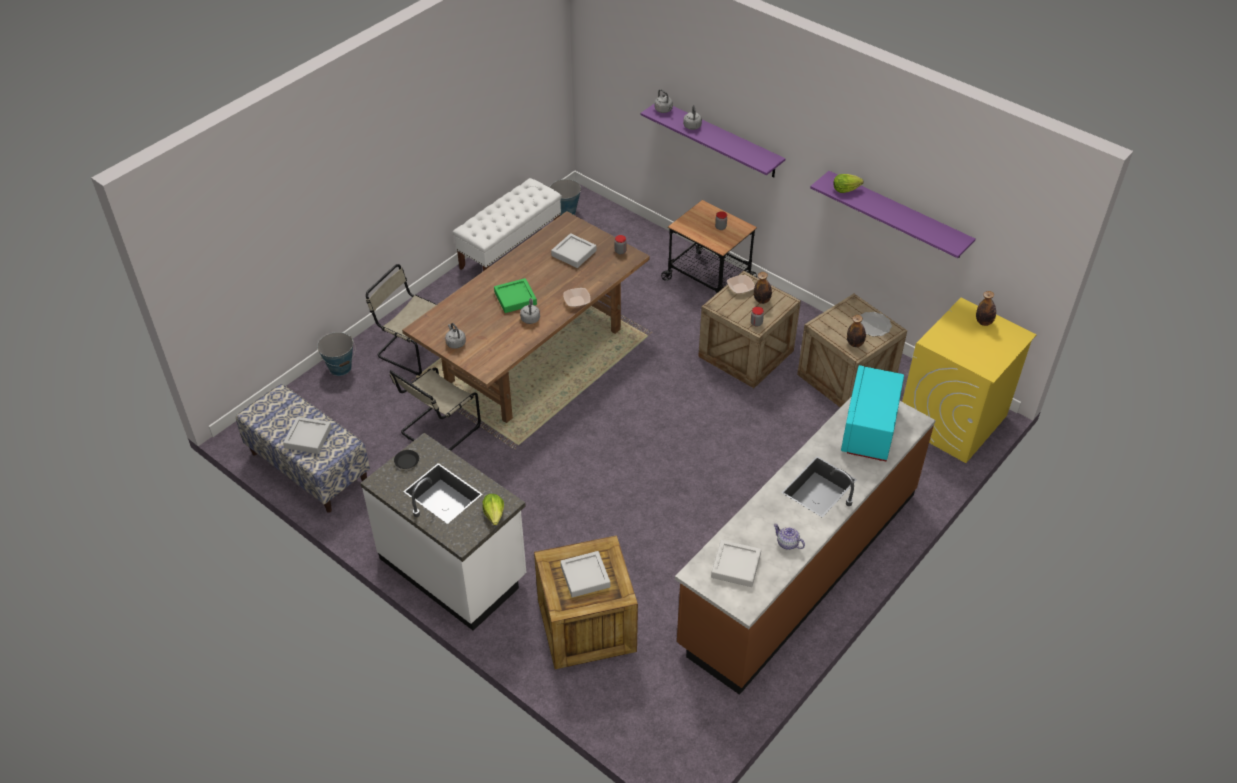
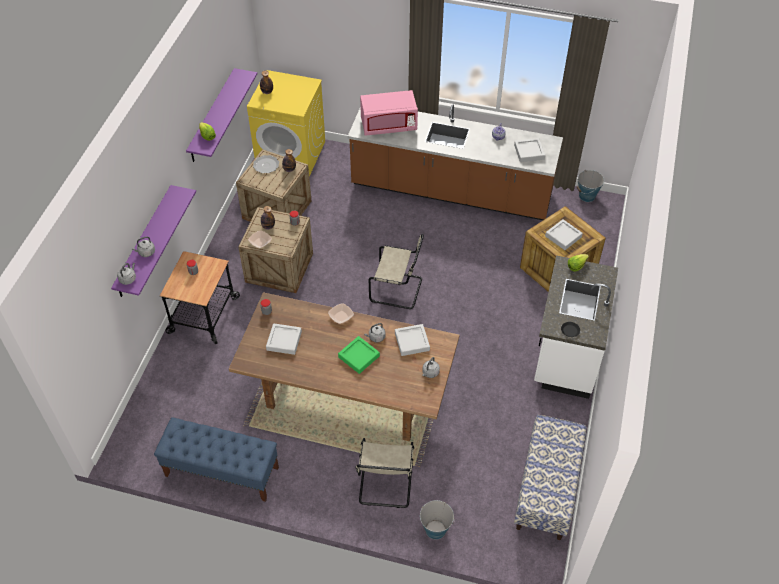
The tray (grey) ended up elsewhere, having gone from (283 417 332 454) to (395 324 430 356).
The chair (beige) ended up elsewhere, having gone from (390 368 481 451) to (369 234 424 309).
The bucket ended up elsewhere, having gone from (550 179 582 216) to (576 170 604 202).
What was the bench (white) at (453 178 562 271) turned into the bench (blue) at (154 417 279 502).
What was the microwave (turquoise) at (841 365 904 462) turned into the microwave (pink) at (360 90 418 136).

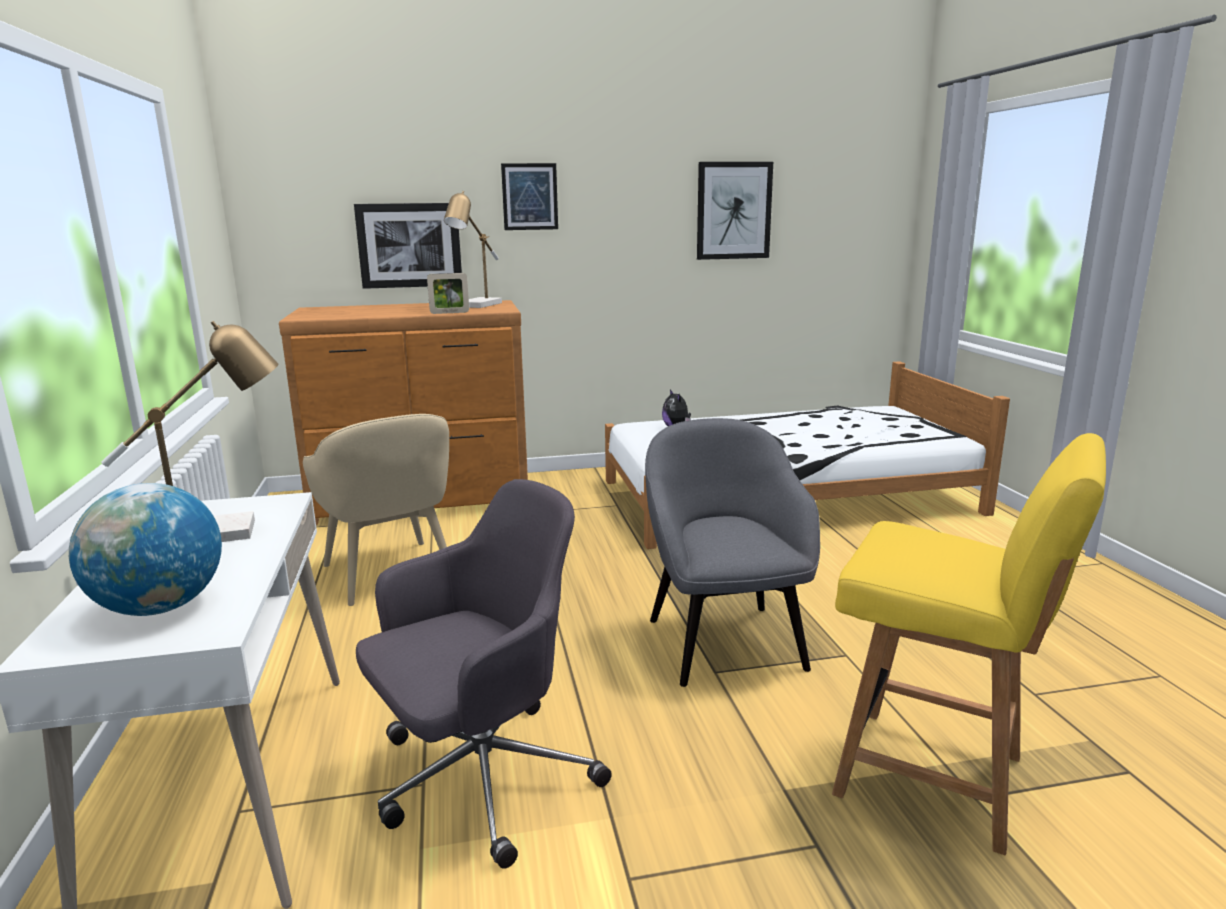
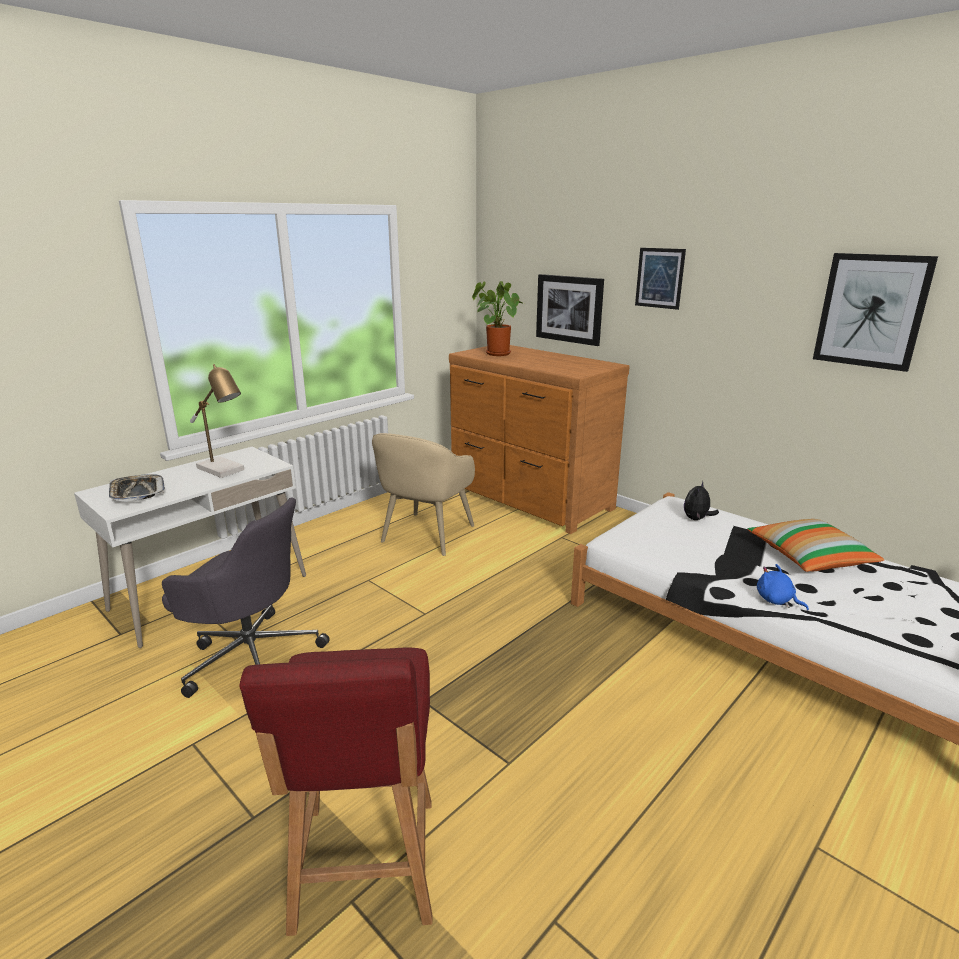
The second view lost the picture frame at (427 273 469 314).
The second view lost the table lamp at (444 191 502 308).
The second view lost the armchair (grey) at (645 418 820 687).
The second view gained the potted plant at (472 281 524 356).
The second view gained the pillow at (748 519 884 572).
The second view gained the plush toy (blue) at (757 564 809 611).
Where the globe stood at (69 483 222 616), the tray came to stand at (109 474 165 502).
What was the chair (yellow) at (832 433 1106 855) turned into the chair (red) at (239 648 433 936).

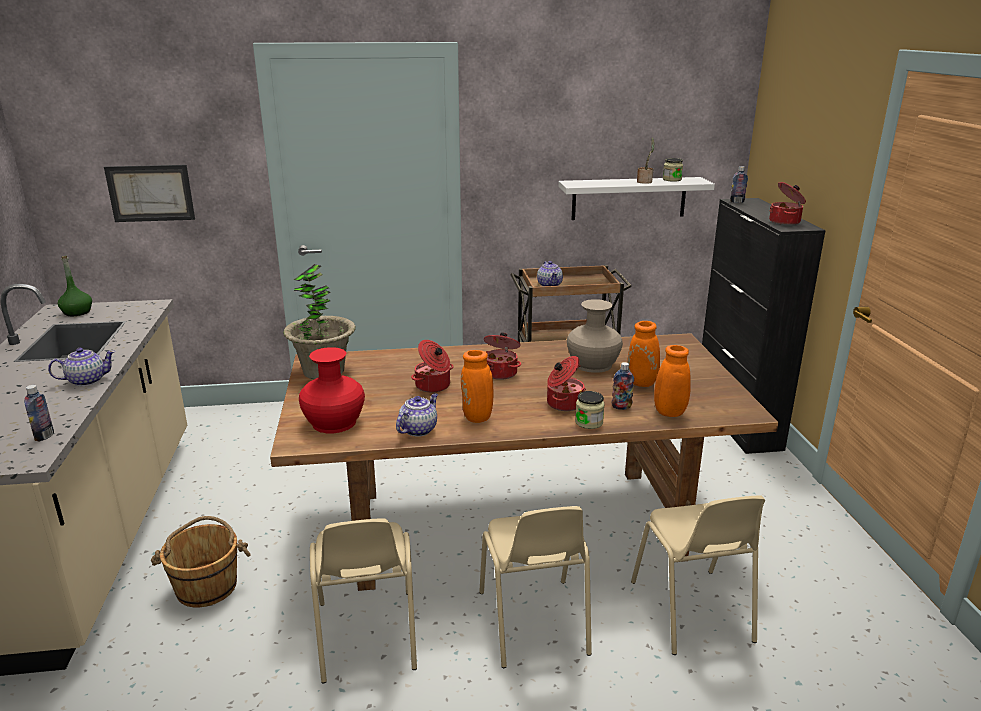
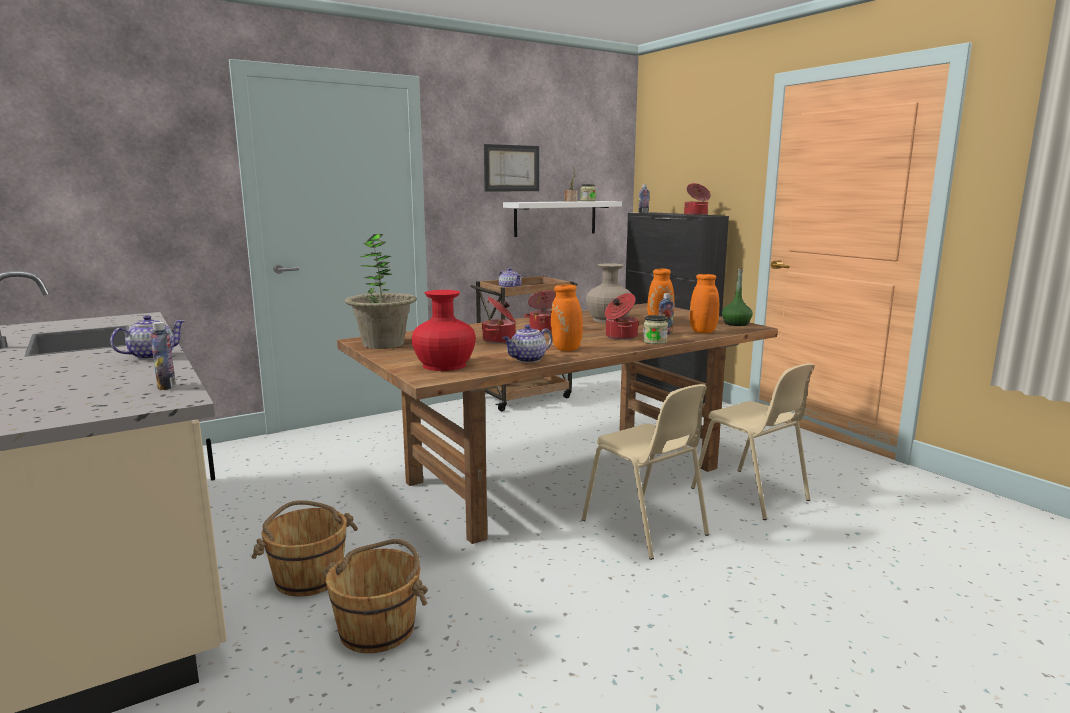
The second view lost the chair (beige) at (310 518 417 683).
The second view gained the bucket (brown) at (322 539 428 653).
The bottle (green) ended up elsewhere, having gone from (58 256 92 316) to (722 268 753 326).
The picture ended up elsewhere, having gone from (104 165 195 222) to (484 144 539 191).
The teapot at (396 393 438 437) ended up facing another way, 135 degrees counterclockwise from before.

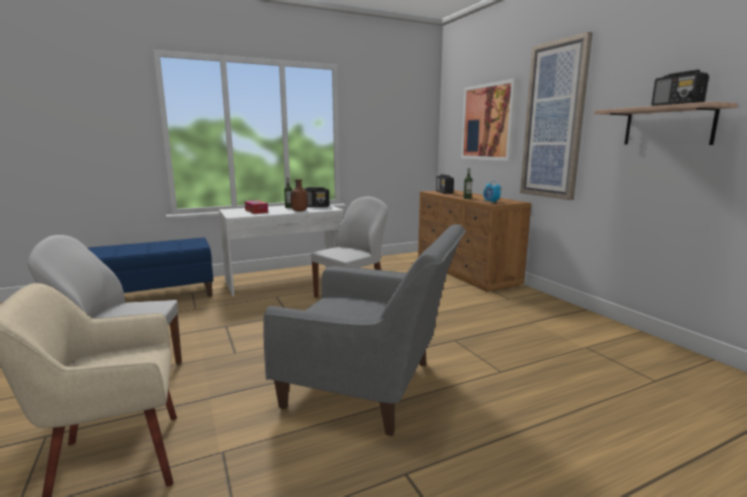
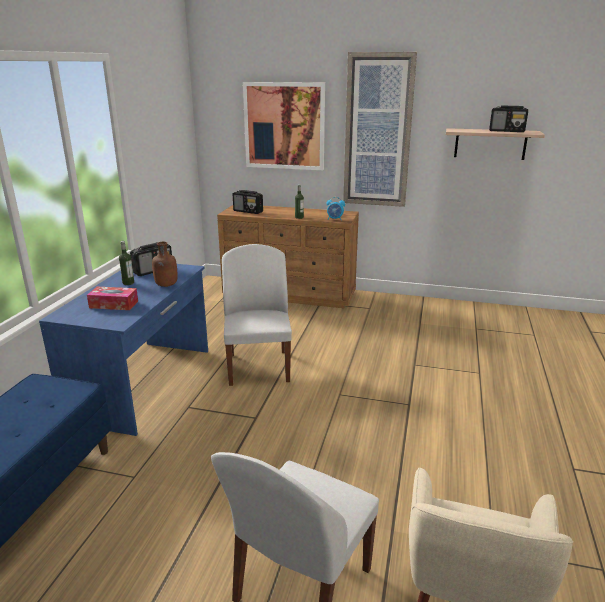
The second view lost the armchair (grey) at (263 224 466 436).
What was the desk (white) at (219 205 344 297) turned into the desk (blue) at (39 264 208 436).

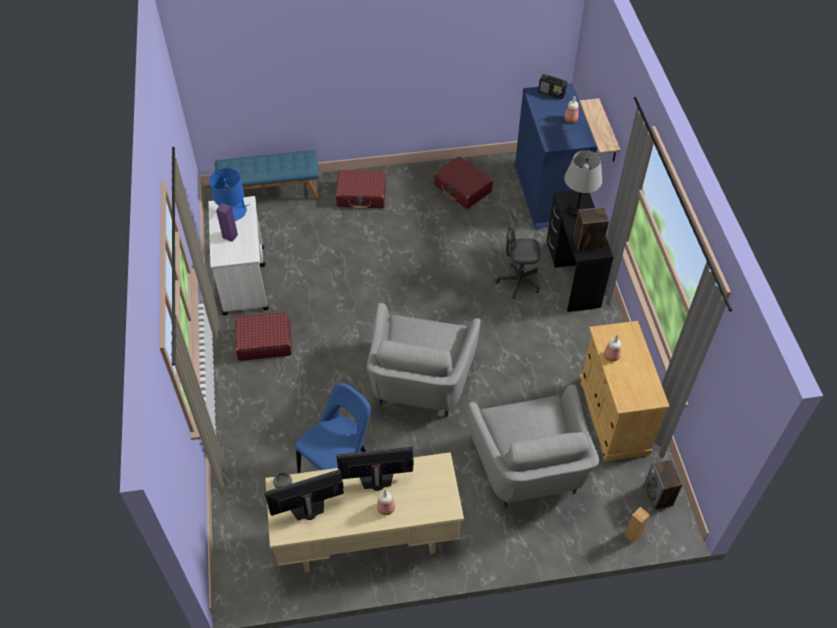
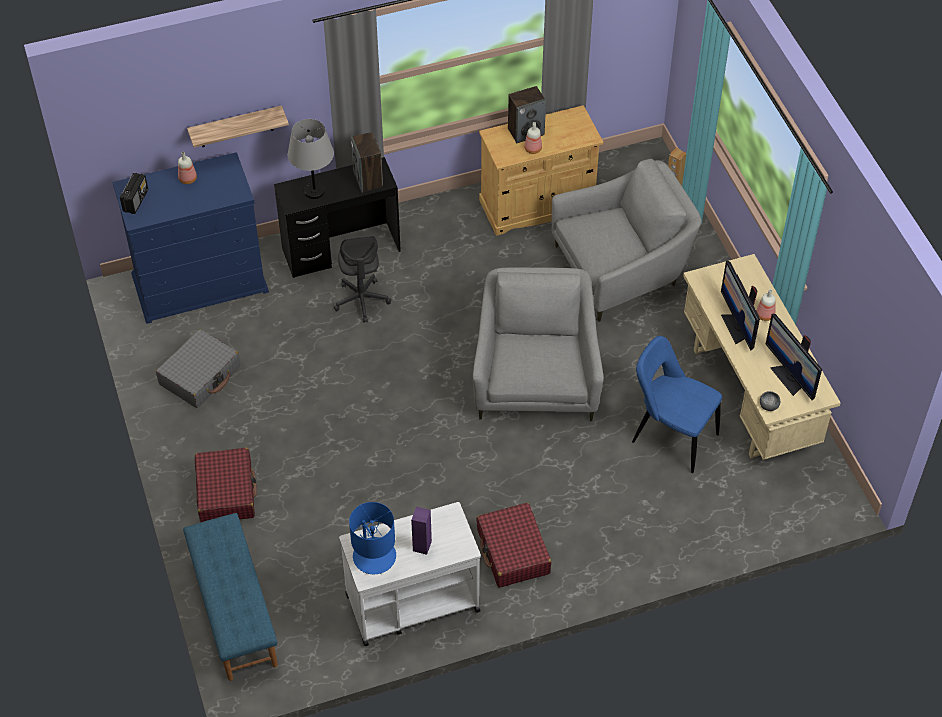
The speaker ended up elsewhere, having gone from (644 460 683 510) to (508 86 546 143).
What was the suitcase (red) at (434 156 493 209) turned into the suitcase (grey) at (156 329 241 408).
The armchair (grey) at (367 303 481 417) ended up facing another way, 90 degrees counterclockwise from before.

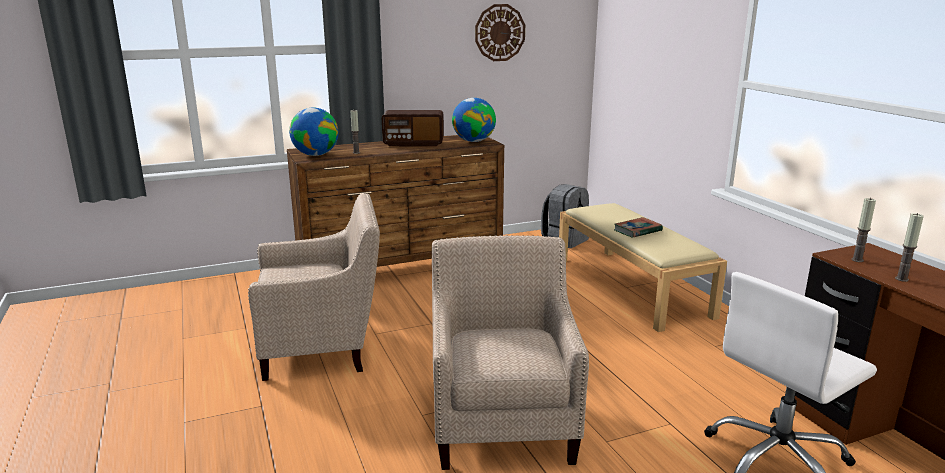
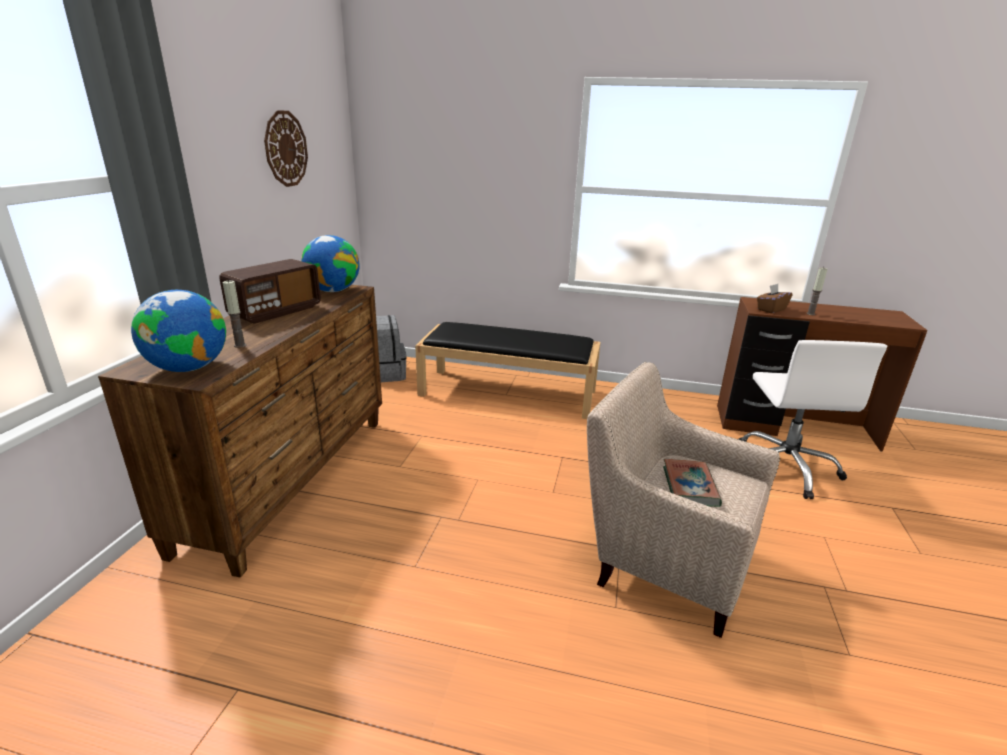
The second view lost the armchair (beige) at (248 193 380 381).
The book ended up elsewhere, having gone from (614 217 663 238) to (663 459 722 507).
Where the candle stood at (851 198 876 262), the tissue box (brown) came to stand at (757 284 793 313).
What was the bench (beige) at (559 203 727 332) turned into the bench (black) at (415 322 601 419).

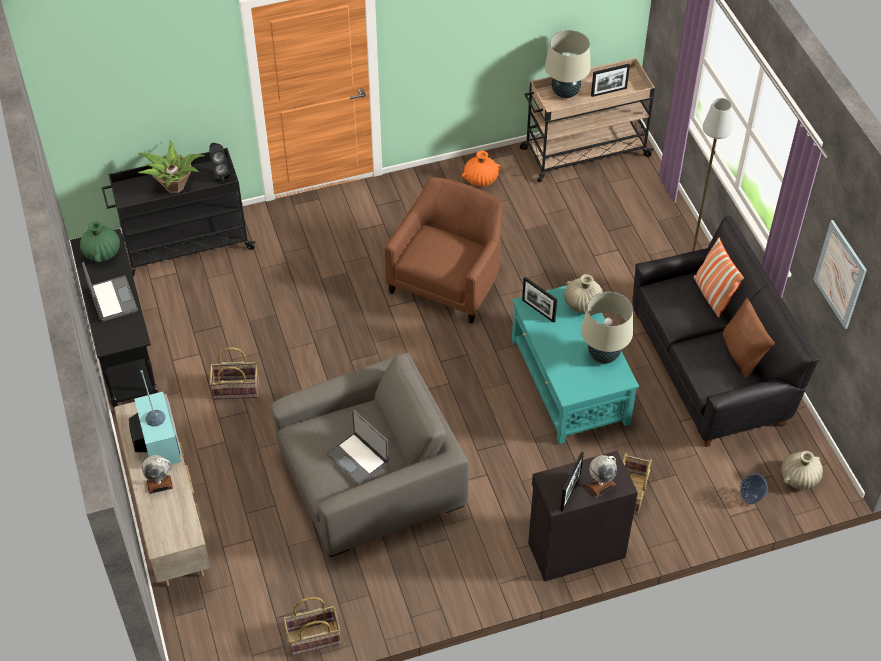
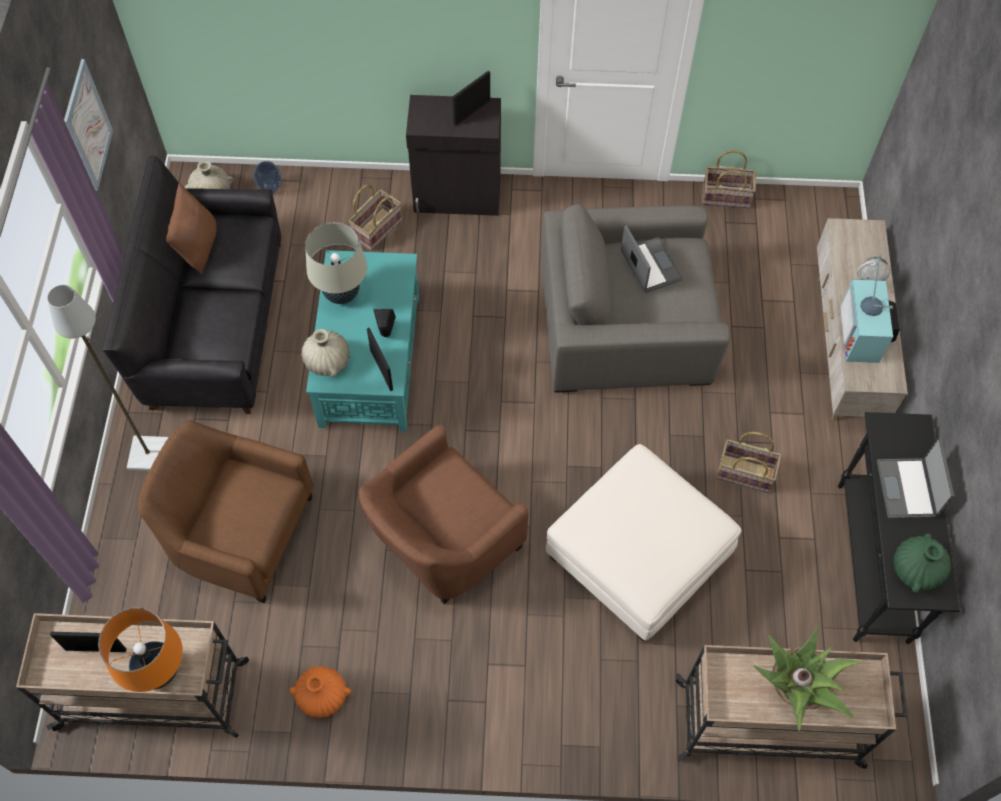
The second view lost the globe at (586 455 617 498).
The second view lost the pillow at (694 237 744 317).
The second view gained the armchair (brown) at (138 420 314 603).
The second view gained the ottoman (white) at (546 444 742 642).
The speaker (black) ended up elsewhere, having gone from (209 143 230 181) to (373 309 396 337).
What was the cart (black) at (101 148 255 276) turned into the cart (beige) at (675 645 907 769).
What was the table lamp (beige) at (545 30 591 98) turned into the table lamp (orange) at (98 607 183 692).

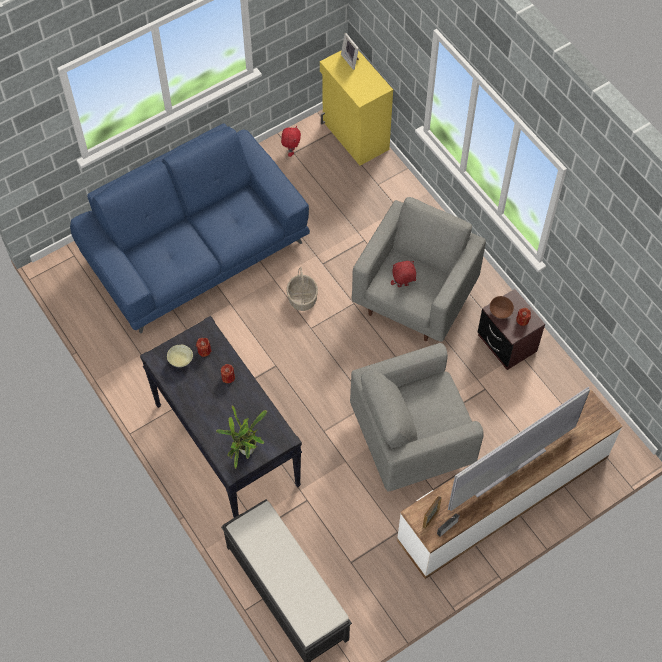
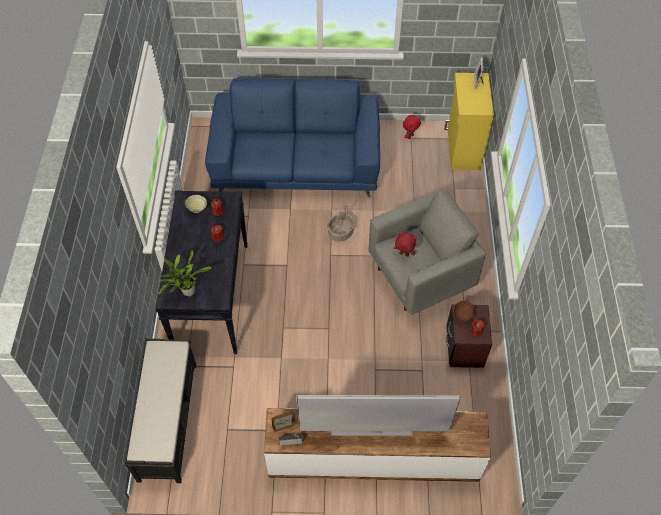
The second view lost the armchair (grey) at (350 343 484 492).

